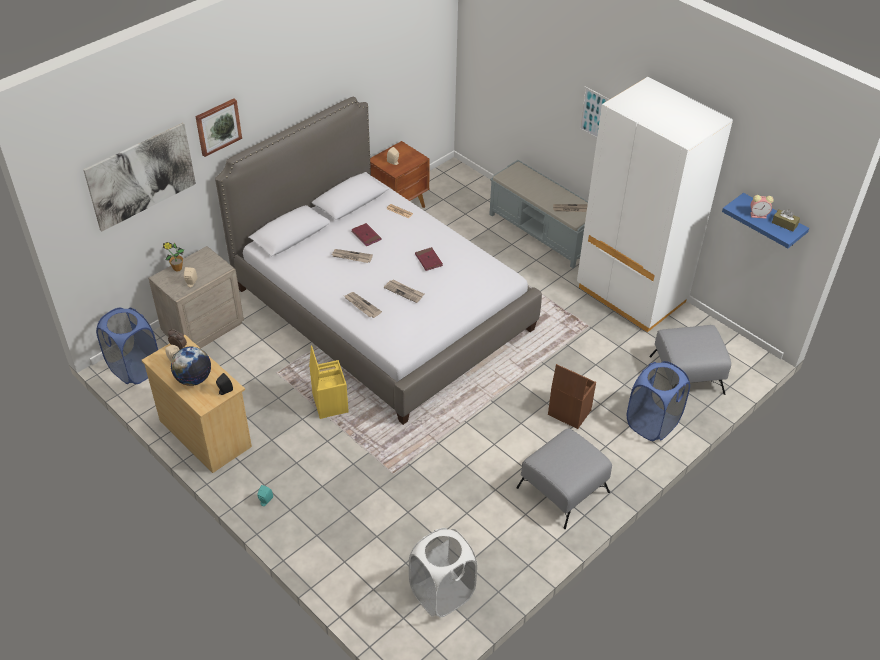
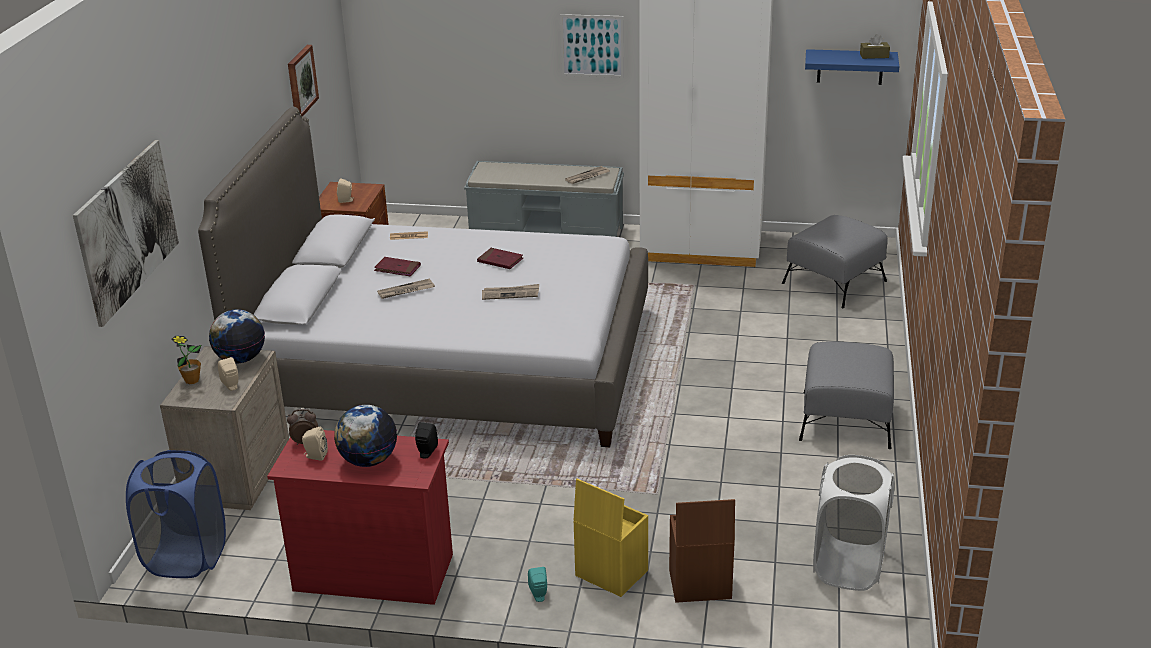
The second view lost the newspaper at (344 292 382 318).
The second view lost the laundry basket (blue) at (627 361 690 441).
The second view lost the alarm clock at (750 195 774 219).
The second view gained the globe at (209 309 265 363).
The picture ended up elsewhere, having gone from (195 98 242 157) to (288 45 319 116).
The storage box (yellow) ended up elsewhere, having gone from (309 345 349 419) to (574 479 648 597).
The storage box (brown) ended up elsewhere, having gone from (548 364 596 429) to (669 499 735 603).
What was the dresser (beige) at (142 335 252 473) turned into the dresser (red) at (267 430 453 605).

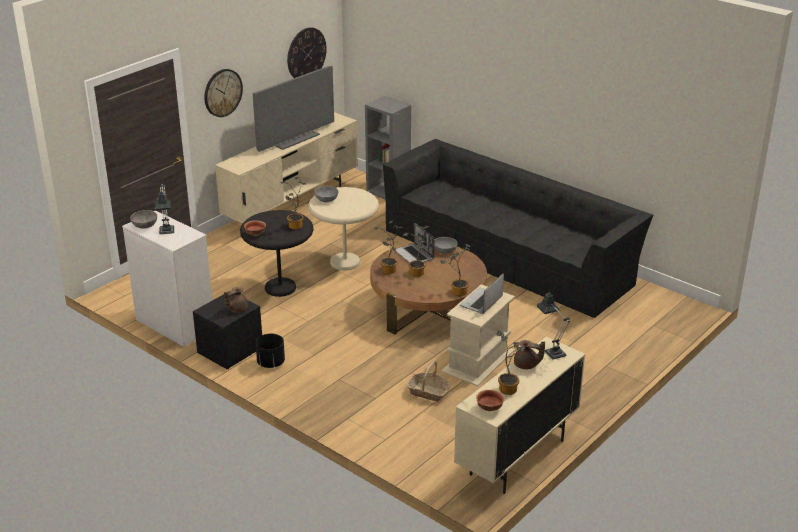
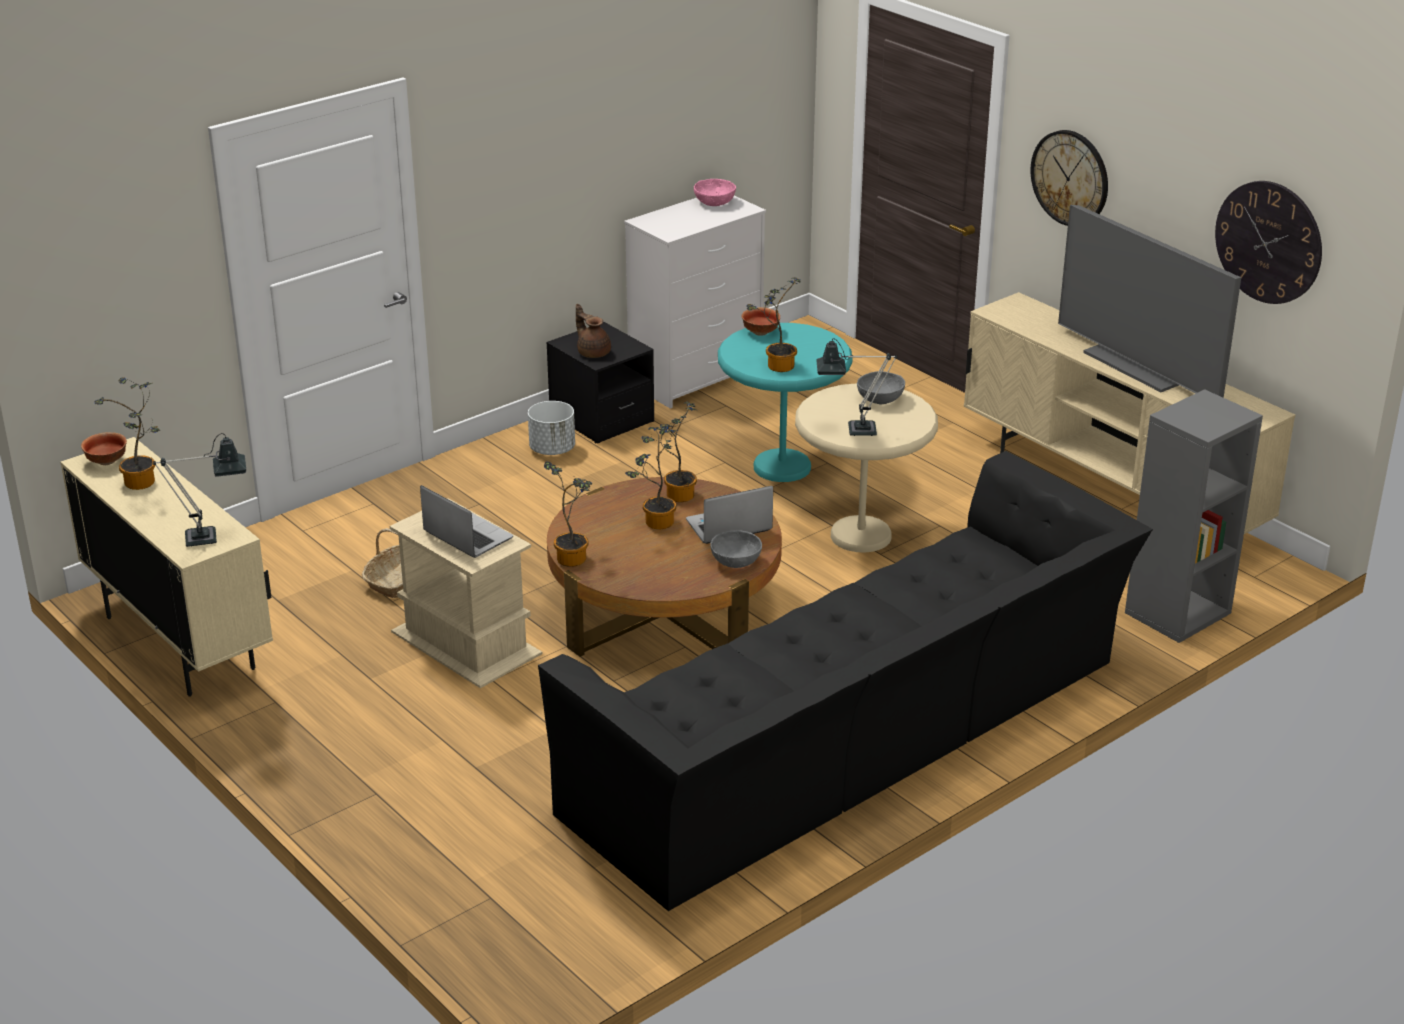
The second view lost the teapot (brown) at (514 340 545 369).
The table lamp ended up elsewhere, having gone from (155 183 174 234) to (816 338 897 436).
What was the bowl (grey) at (130 210 157 228) turned into the bowl (pink) at (694 179 736 206).
What was the side table (black) at (240 210 313 297) turned into the side table (turquoise) at (718 323 852 482).
What was the planter (black) at (255 334 285 368) turned into the planter (white) at (528 401 575 455).

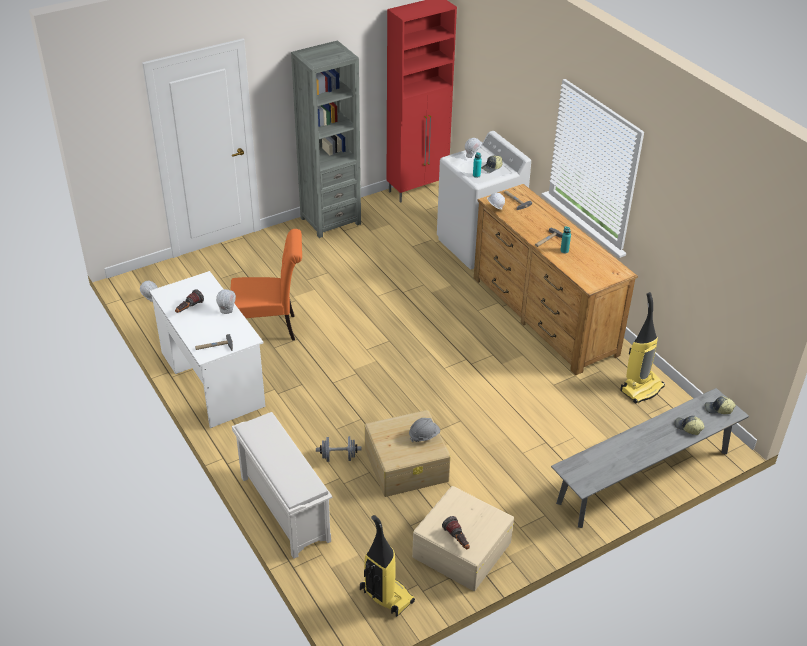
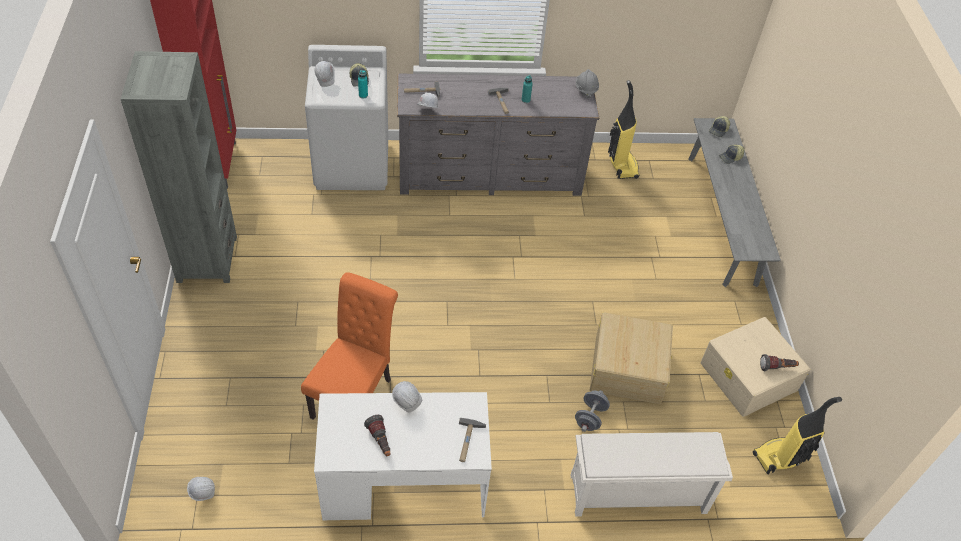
The hard hat (grey) ended up elsewhere, having gone from (409 418 440 442) to (576 69 599 98).
What was the dresser (brown) at (474 184 638 375) turned into the dresser (grey) at (397 73 599 196).

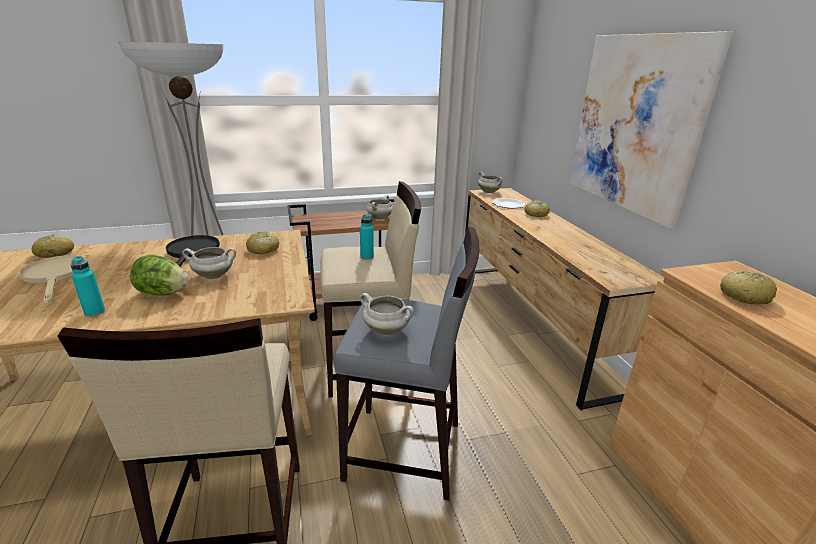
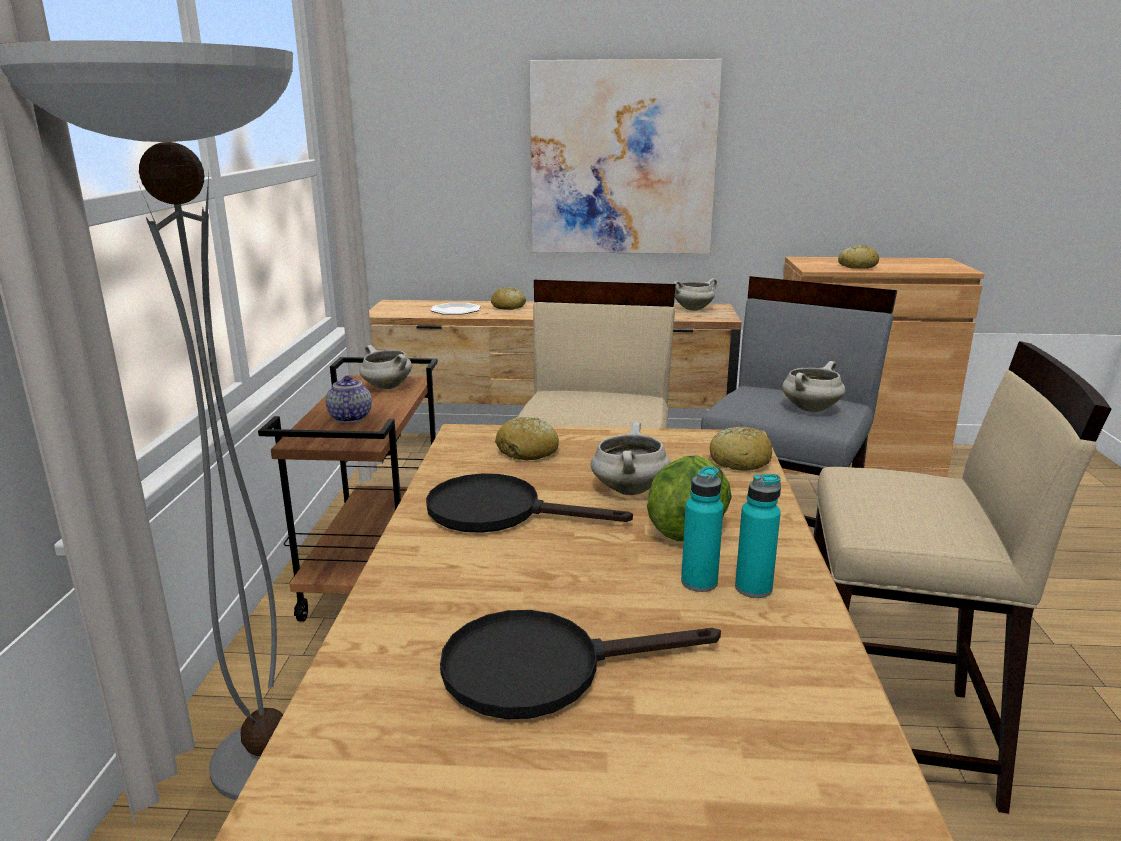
The second view gained the teapot at (326 376 372 423).
The bread ended up elsewhere, having gone from (31 235 74 258) to (710 427 772 471).
The bottle (turquoise) ended up elsewhere, having gone from (360 214 374 260) to (681 466 724 592).
The cooking pot (white) ended up elsewhere, having gone from (478 172 503 193) to (673 278 717 311).
What was the frying pan (beige) at (19 255 86 303) turned into the frying pan (black) at (440 610 721 719).

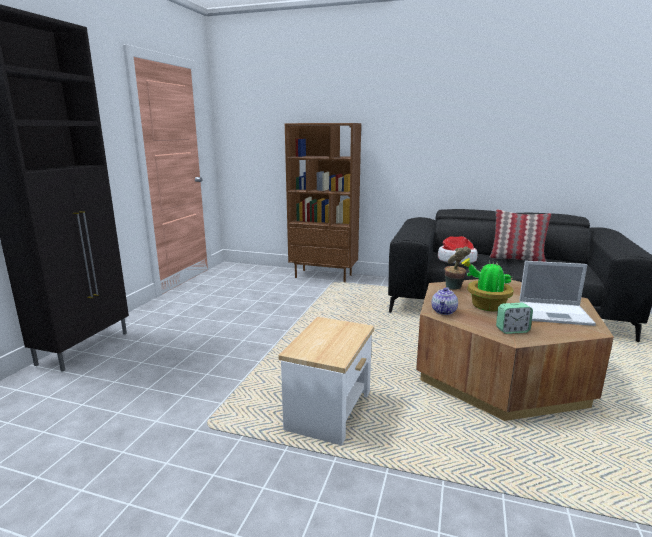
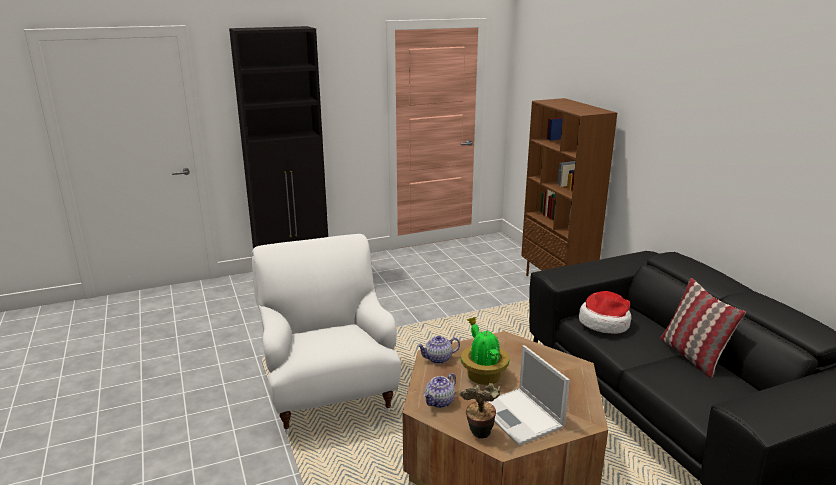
The potted plant ended up elsewhere, having gone from (445 246 471 290) to (460 383 500 439).
Where the side table stood at (278 317 374 445), the armchair (white) came to stand at (252 234 401 433).
Where the alarm clock stood at (496 303 533 334), the teapot came to stand at (423 373 456 408).

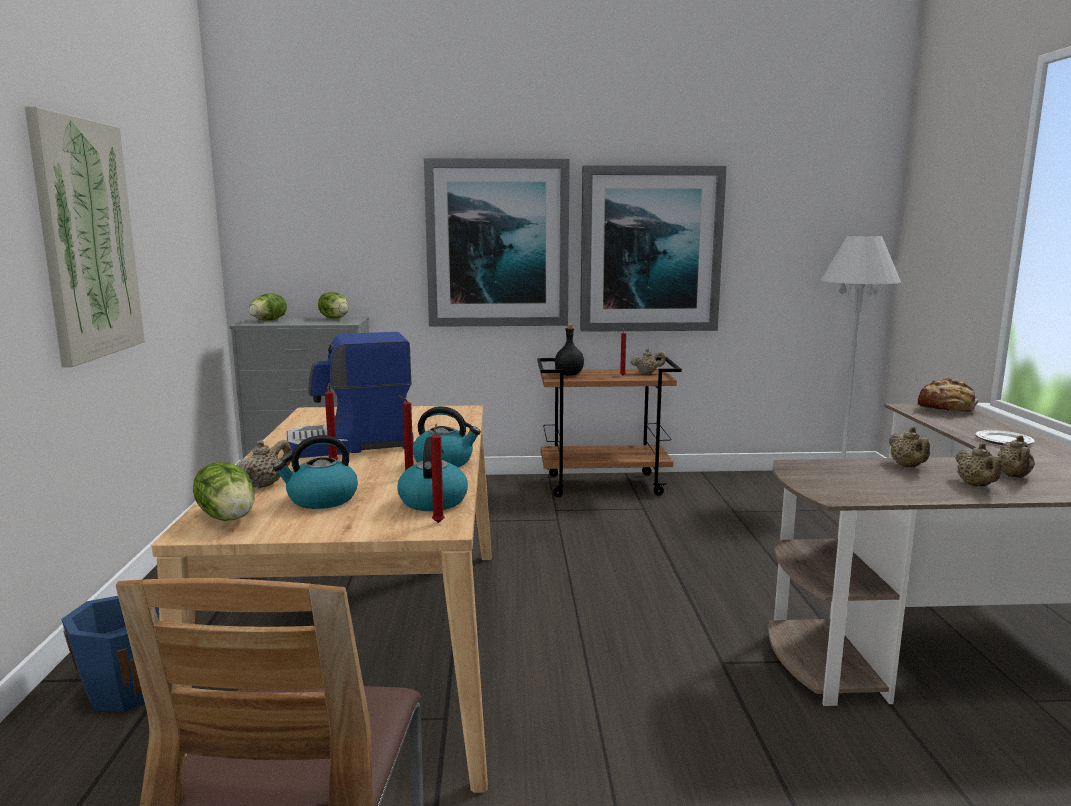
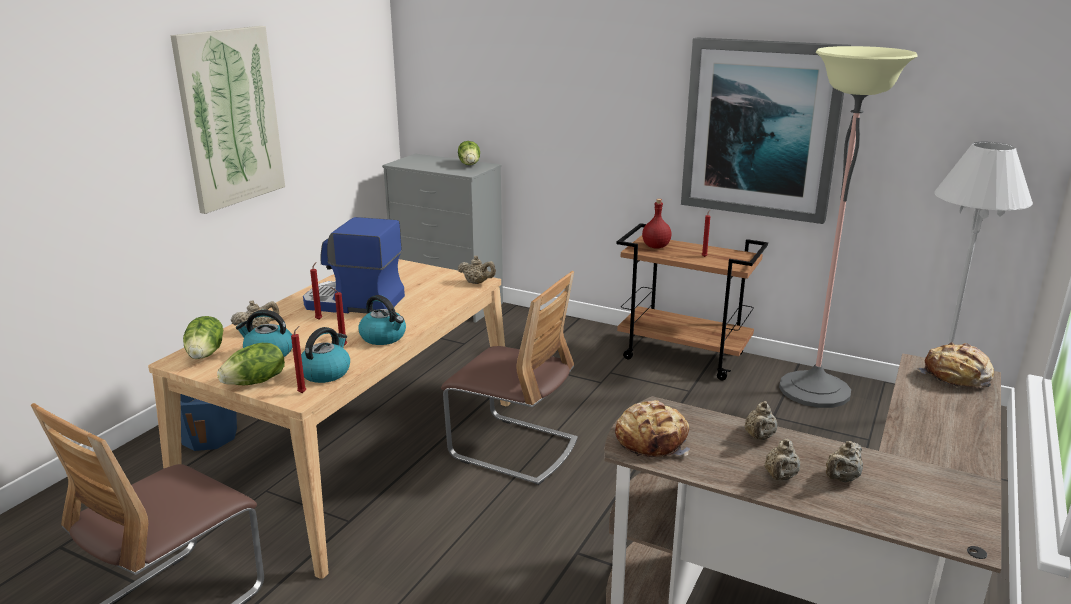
The second view lost the picture at (424 158 570 327).
The second view lost the plate at (975 430 1035 445).
The second view gained the chair at (441 271 578 485).
The second view gained the bread at (615 400 690 457).
The second view gained the floor lamp at (779 46 918 408).
The lettuce ended up elsewhere, having gone from (249 293 287 321) to (217 343 285 385).
The teapot (beige) ended up elsewhere, having gone from (631 349 665 374) to (458 256 496 284).
What was the bottle (black) at (555 324 584 376) turned into the bottle (red) at (642 199 671 249).

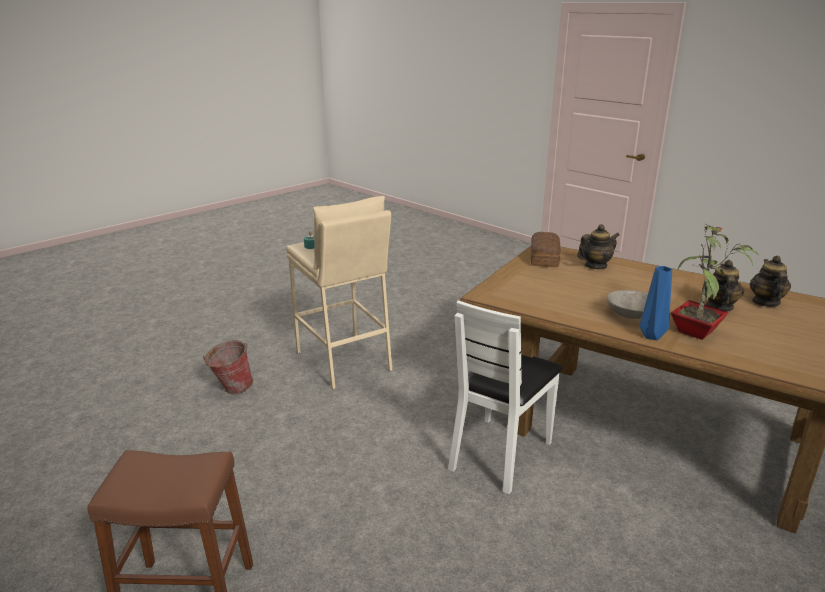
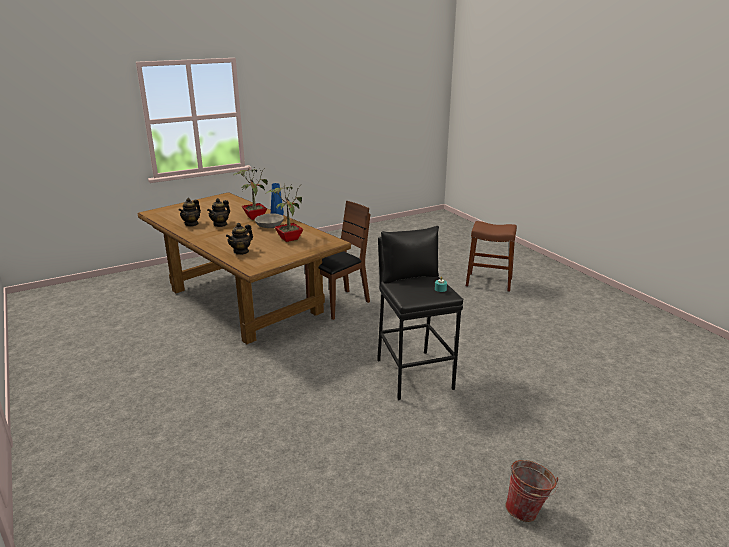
The second view lost the bread at (530 232 561 267).
The second view gained the potted plant at (267 183 303 242).
The bucket ended up elsewhere, having gone from (203 340 253 394) to (505 460 558 522).
What was the stool (beige) at (286 196 393 389) turned into the stool (black) at (377 226 463 400).
What was the chair (white) at (448 300 563 494) turned into the chair (brown) at (305 201 370 320).
The teapot at (577 224 619 269) ended up facing another way, 45 degrees counterclockwise from before.

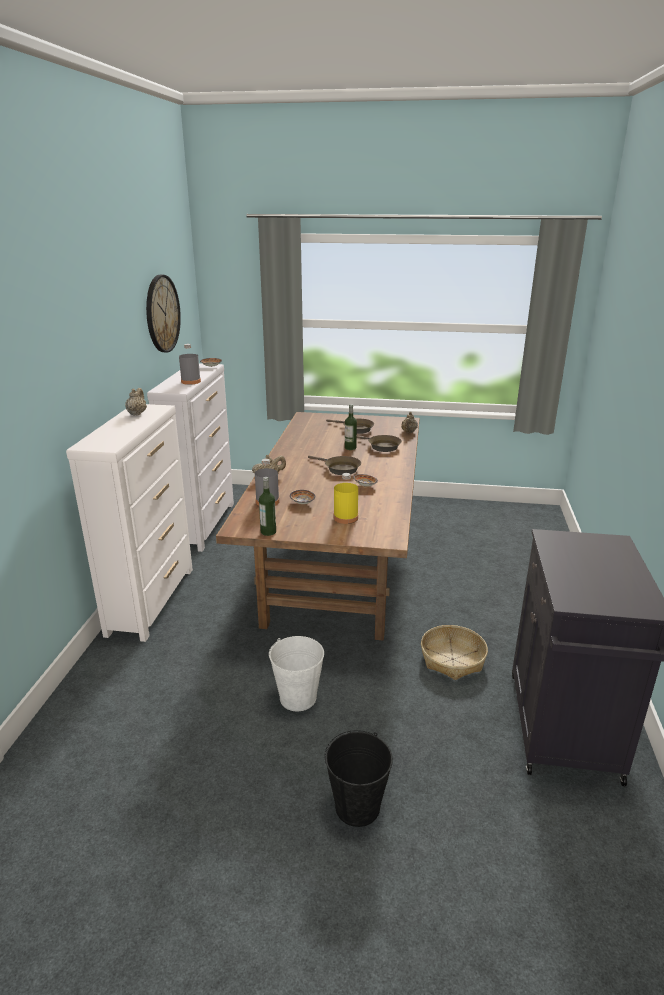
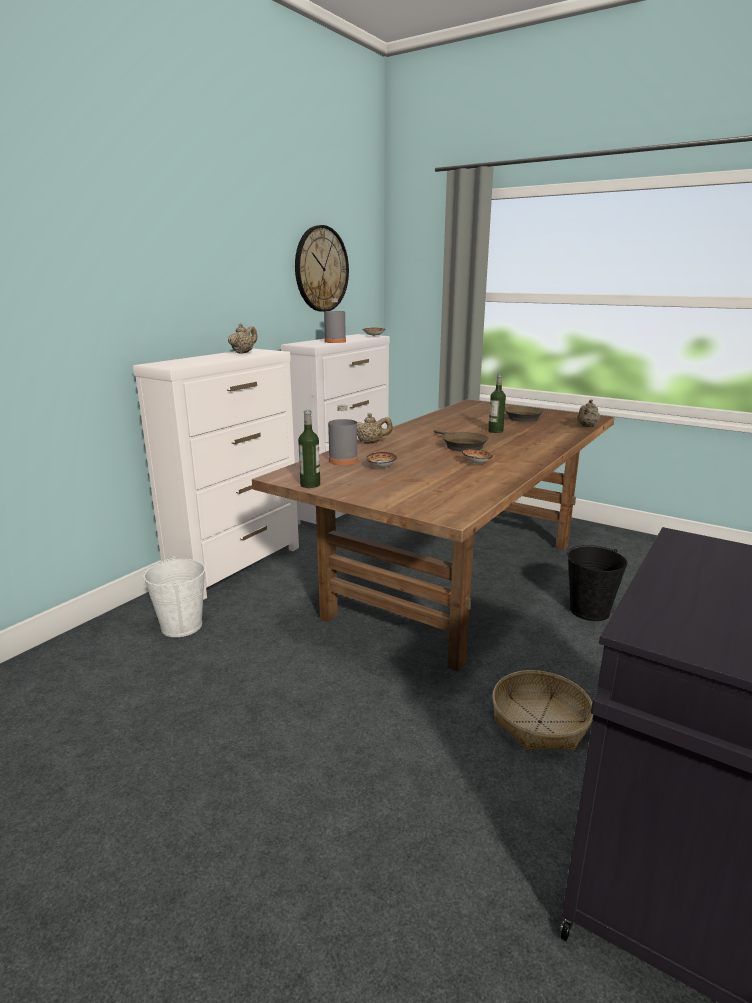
The second view lost the bottle (yellow) at (334 473 358 524).
The second view lost the frying pan (brown) at (357 435 402 452).
The bucket (white) ended up elsewhere, having gone from (269 636 324 711) to (142 556 205 637).
The bucket (black) ended up elsewhere, having gone from (325 730 393 827) to (567 545 627 621).

